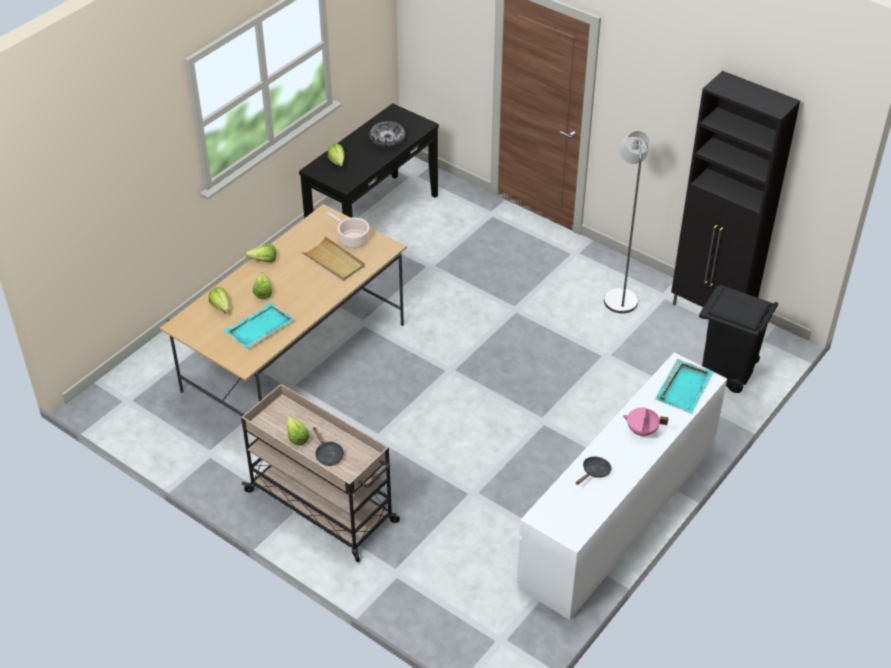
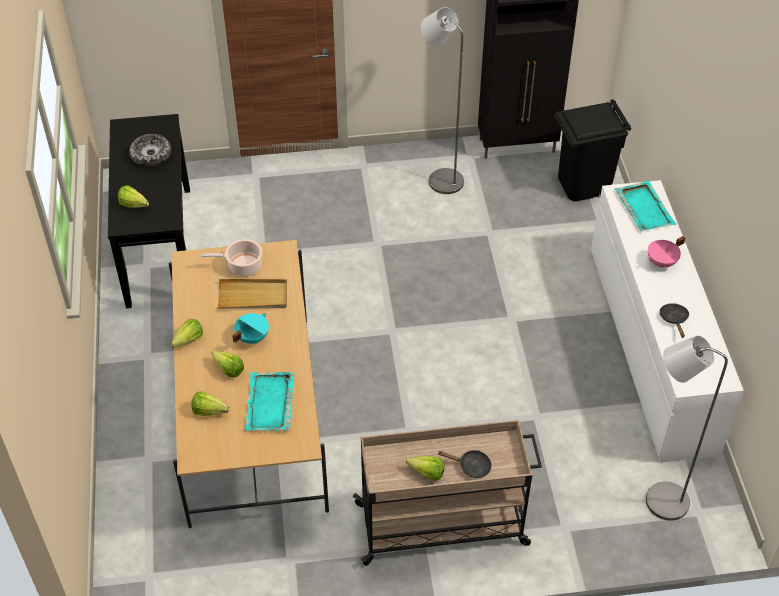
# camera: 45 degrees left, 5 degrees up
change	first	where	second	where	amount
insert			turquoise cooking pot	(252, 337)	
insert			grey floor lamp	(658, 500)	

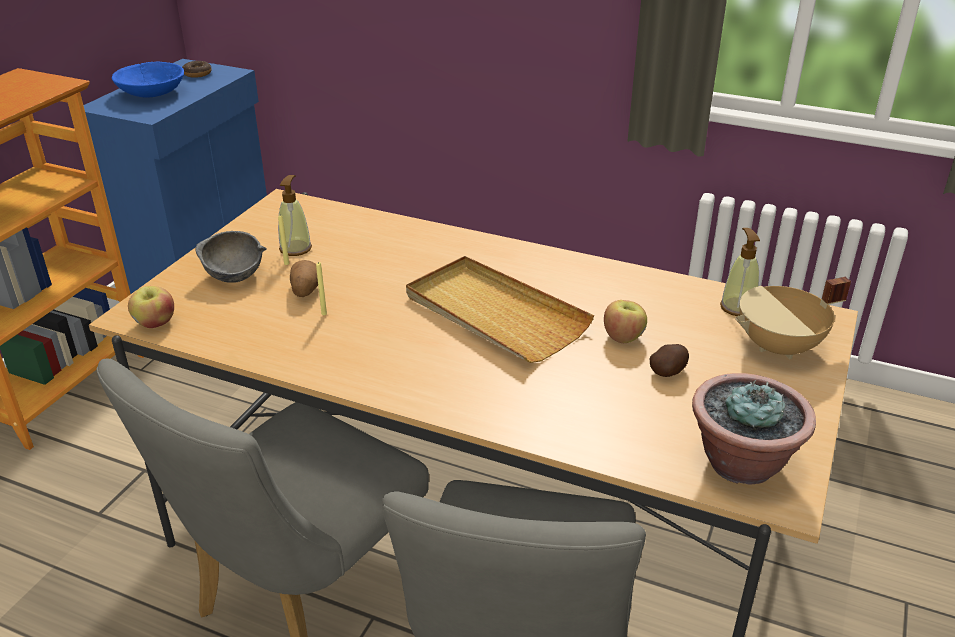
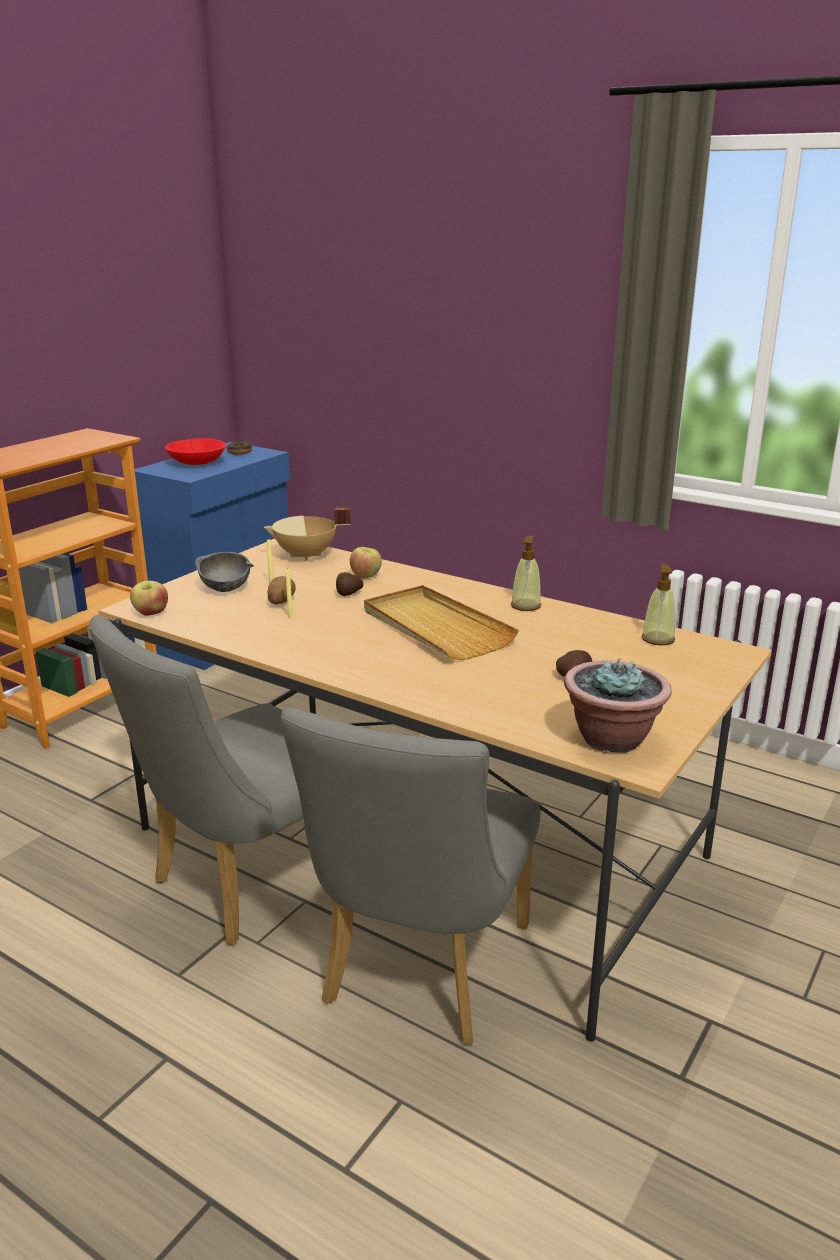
# camera: 10 degrees right, 10 degrees down
change	first	where	second	where	amount
recolor	blue bowl	(152, 93)	red bowl	(197, 463)	
move	soap dispenser	(295, 248)		(526, 605)	
move	apple	(623, 337)		(366, 576)	
move	beige cooking pot	(780, 348)		(306, 556)	
insert			potato	(348, 594)	

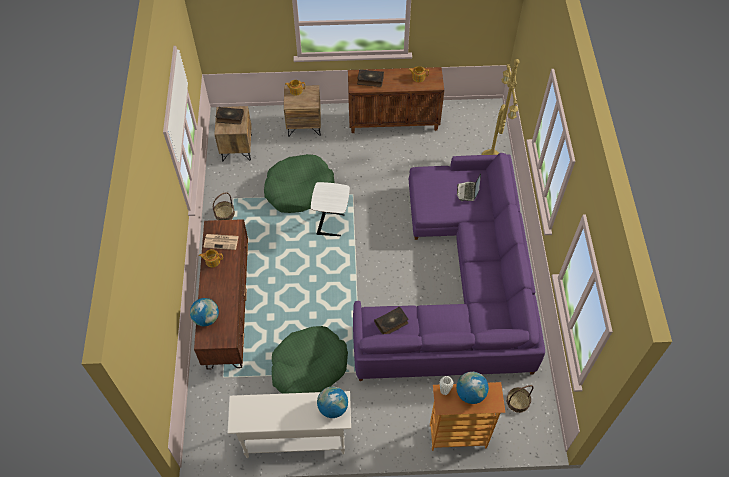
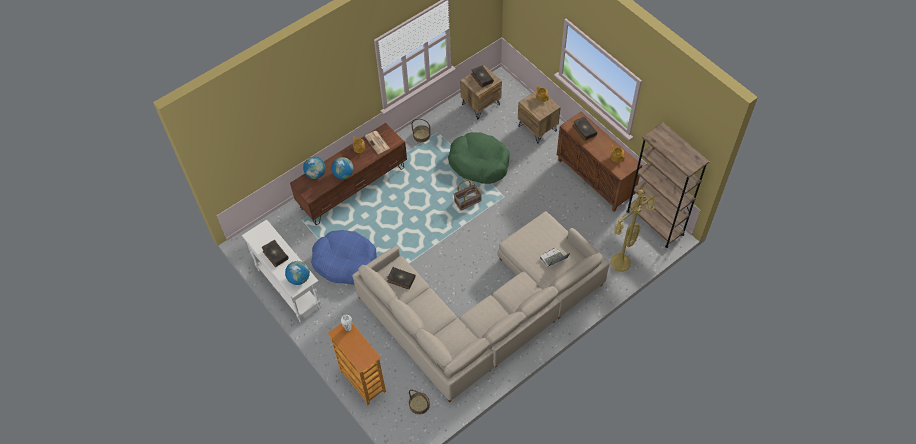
# camera: 55 degrees right, 0 degrees up
change	first	where	second	where	amount
recolor	green dog bed	(309, 367)	blue dog bed	(345, 262)	
replace	white side table	(331, 224)	basket	(467, 201)	
recolor	purple sofa	(459, 285)	beige sofa	(485, 311)	
move	globe	(470, 393)		(343, 174)	
insert			book	(275, 255)	
insert			brown bookcase	(655, 222)	

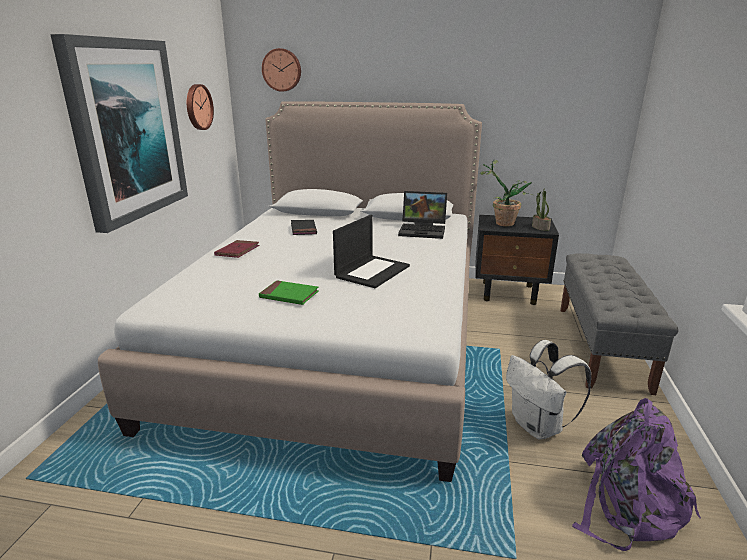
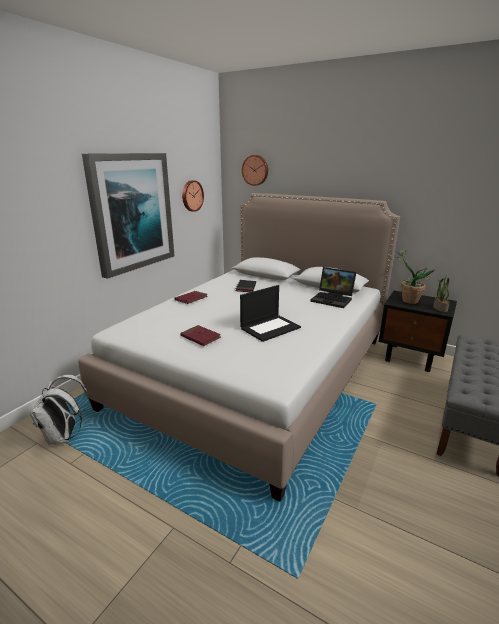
# camera: 20 degrees right, 0 degrees up
change	first	where	second	where	amount
recolor	green book	(289, 295)	red book	(200, 337)	
move	white backpack	(538, 427)		(64, 436)	
delete	purple backpack	(627, 505)			

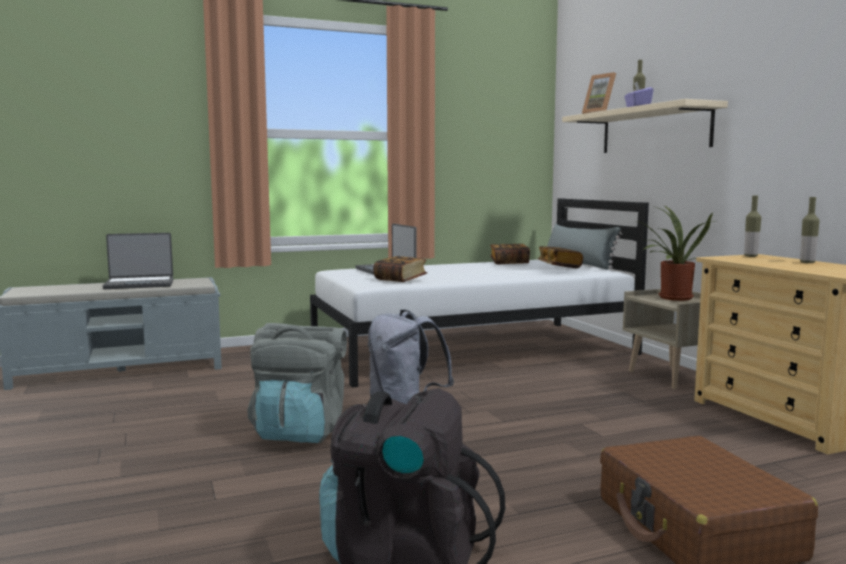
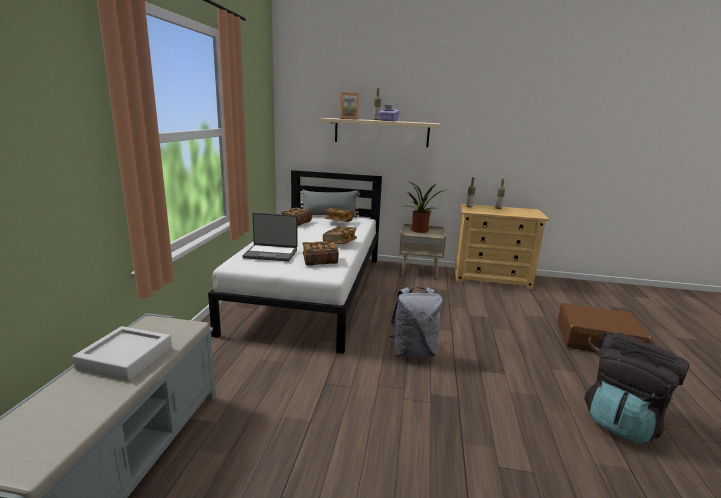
# camera: 60 degrees left, 10 degrees up
change	first	where	second	where	amount
replace	laptop	(140, 284)	grey tray	(126, 358)	
delete	grey backpack	(300, 432)			
insert			book	(339, 243)	

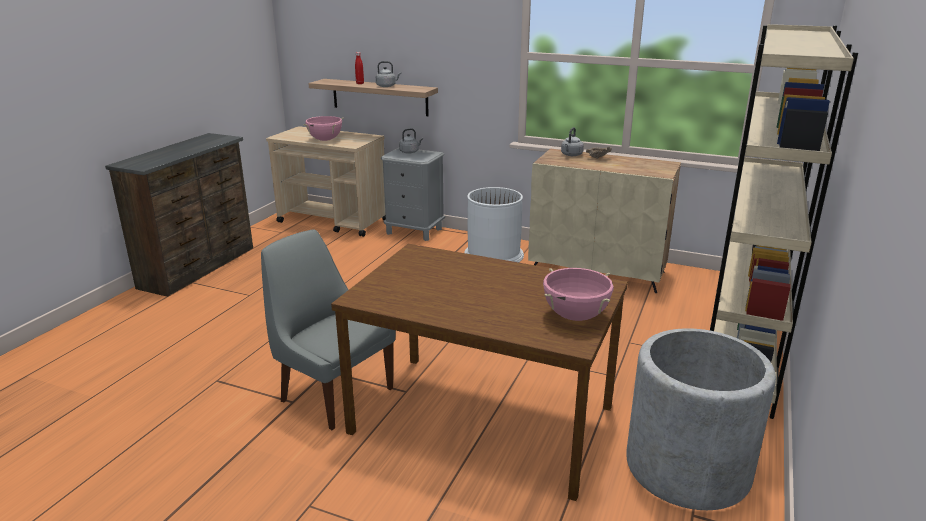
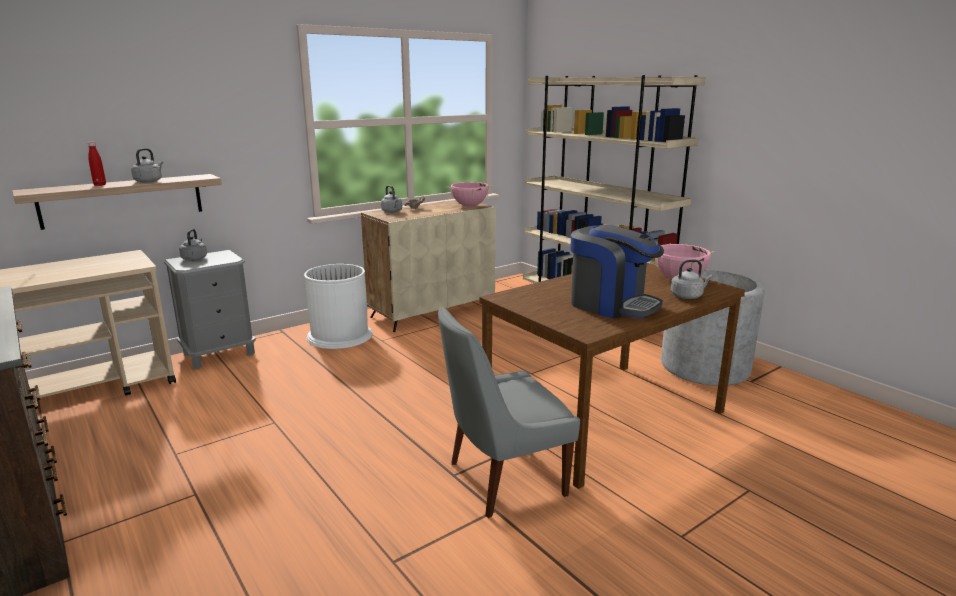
# camera: 60 degrees left, 5 degrees down
change	first	where	second	where	amount
move	pink cooking pot	(325, 140)		(469, 206)	
insert			coffee machine	(611, 304)	
insert			grey kettle	(688, 296)	

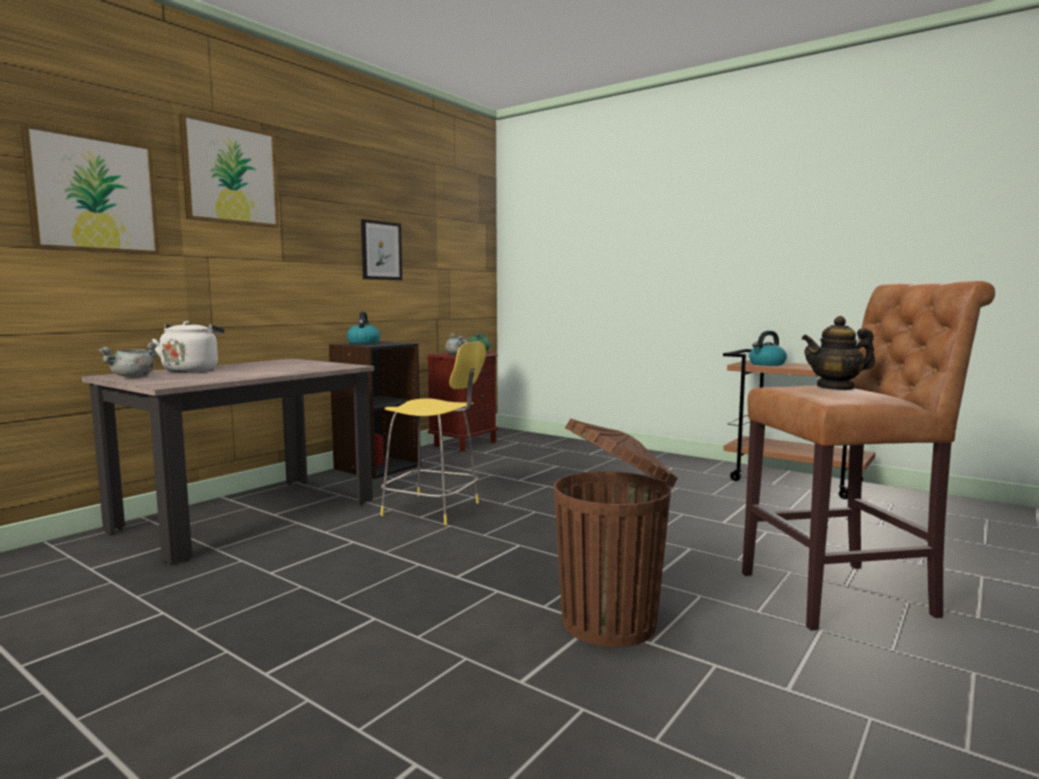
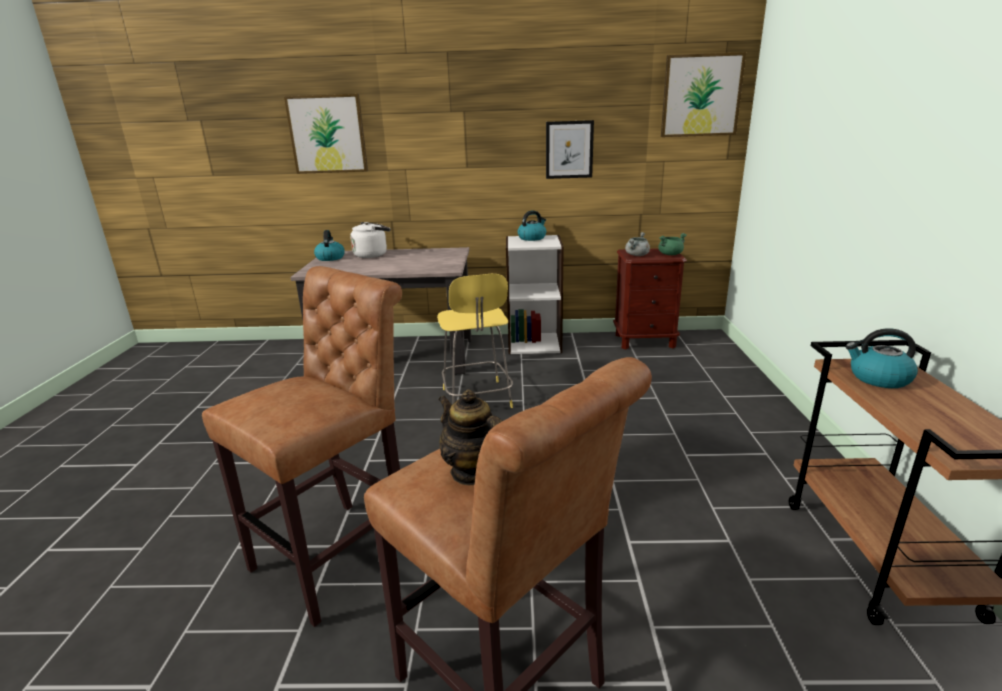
# camera: 55 degrees right, 15 degrees up
change	first	where	second	where	amount
replace	grey cooking pot	(133, 377)	kettle	(330, 258)	
move	picture	(230, 174)		(701, 96)	
recolor	black bookcase	(377, 467)	white bookcase	(534, 343)	
replace	brown trash can	(612, 622)	brown stool	(341, 553)	

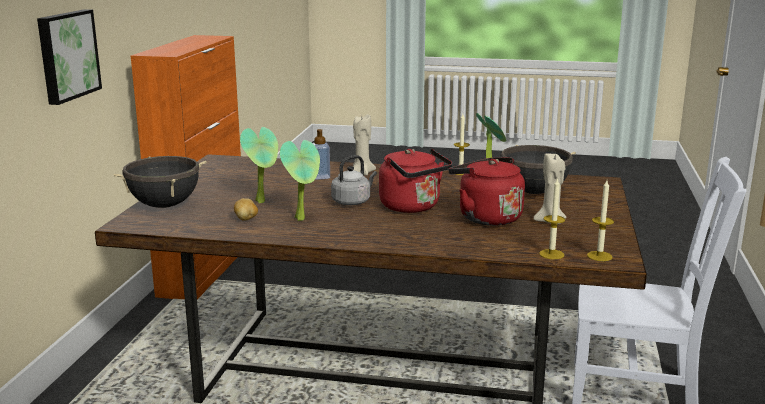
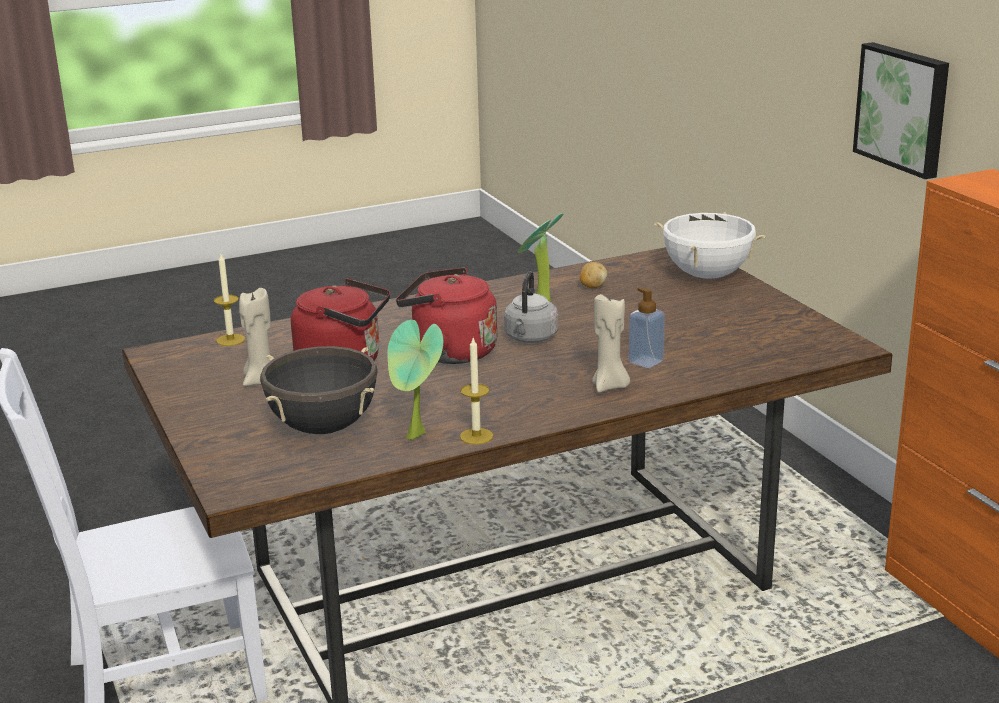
# camera: 145 degrees right, 5 degrees up
change	first	where	second	where	amount
recolor	black cooking pot	(164, 205)	white cooking pot	(707, 275)	
delete	potted plant	(263, 201)			
delete	candle	(599, 256)			

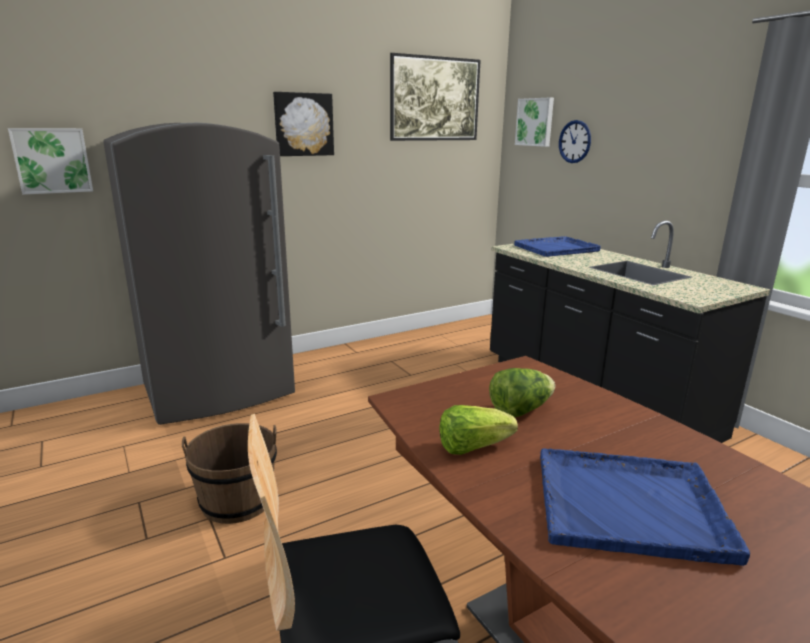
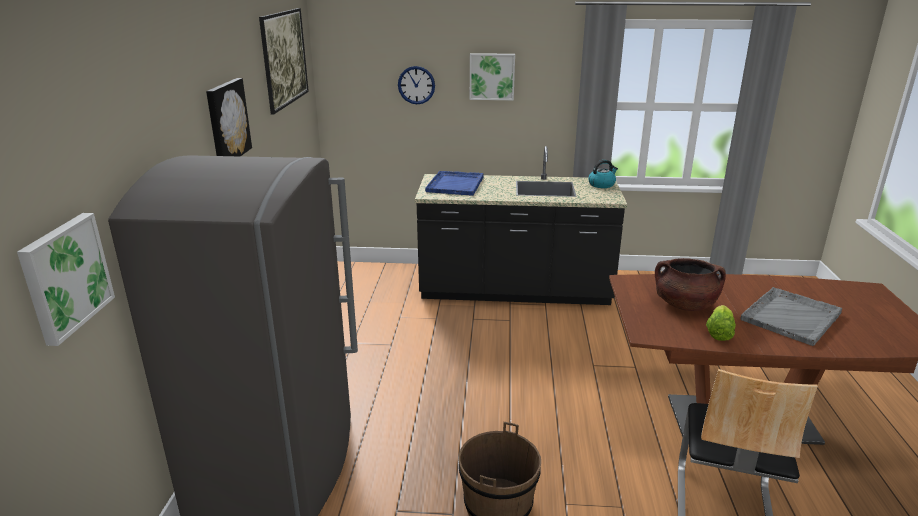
# camera: 55 degrees left, 5 degrees up
change	first	where	second	where	amount
replace	lettuce	(520, 410)	brown cooking pot	(684, 305)	
move	picture	(535, 122)		(492, 76)	
recolor	blue tray	(631, 505)	grey tray	(791, 316)	
insert			kettle	(602, 184)	

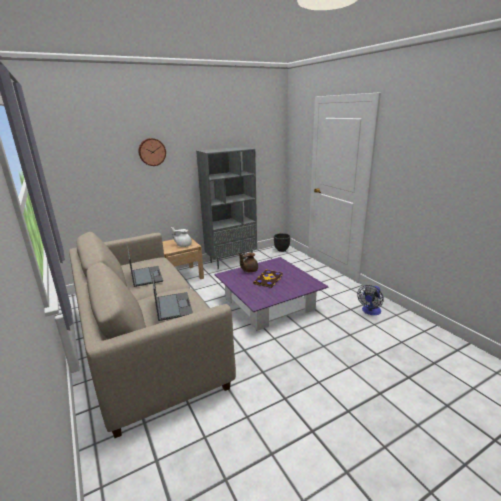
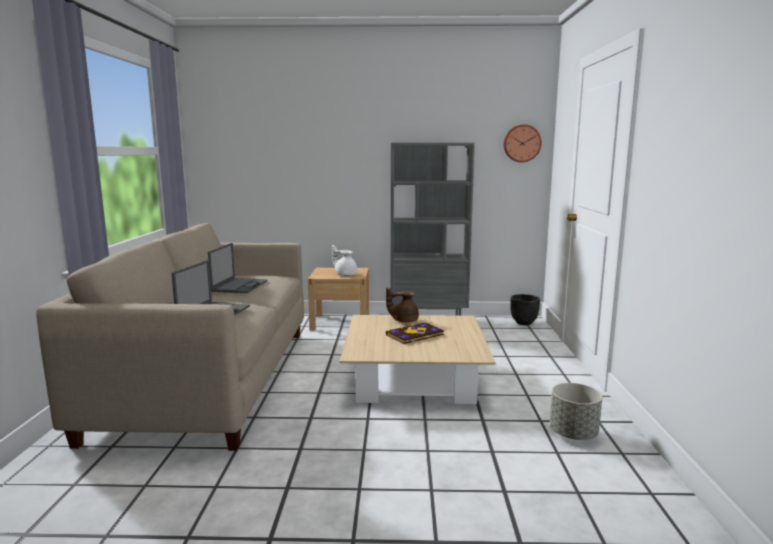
# camera: 30 degrees right, 10 degrees down
change	first	where	second	where	amount
move	wall clock	(152, 152)		(522, 143)	
recolor	purple coffee table	(268, 304)	beige coffee table	(413, 378)	
replace	fan	(370, 311)	grey planter	(573, 434)	

